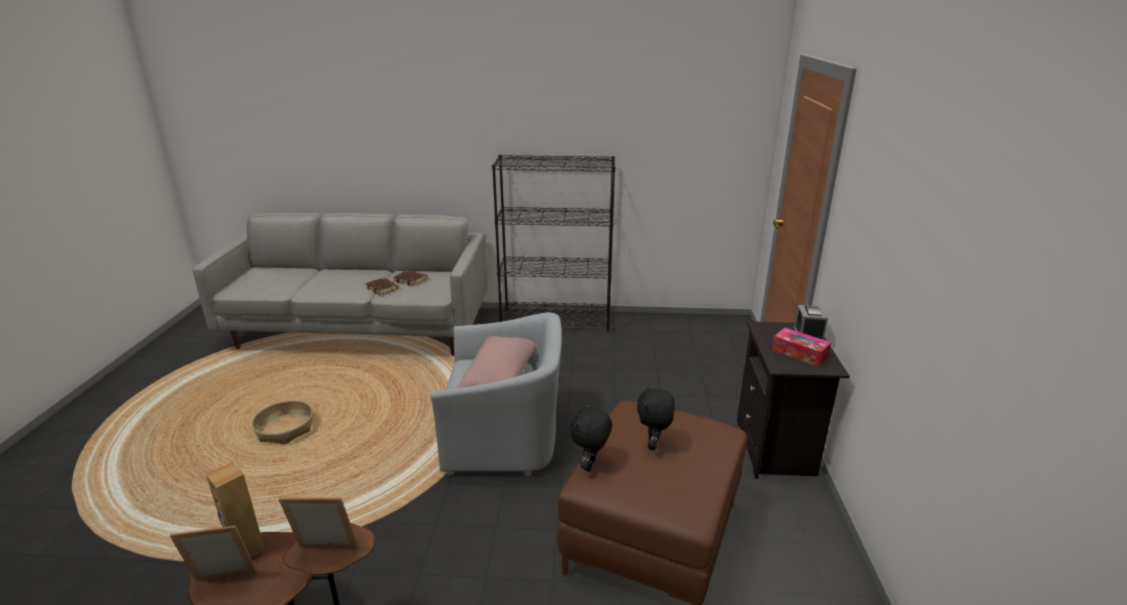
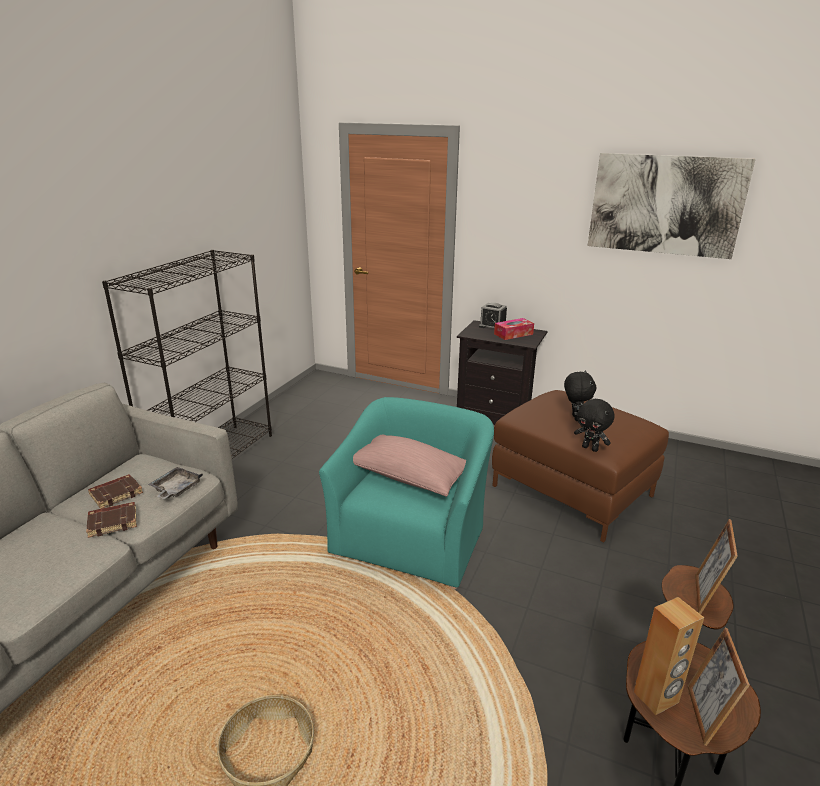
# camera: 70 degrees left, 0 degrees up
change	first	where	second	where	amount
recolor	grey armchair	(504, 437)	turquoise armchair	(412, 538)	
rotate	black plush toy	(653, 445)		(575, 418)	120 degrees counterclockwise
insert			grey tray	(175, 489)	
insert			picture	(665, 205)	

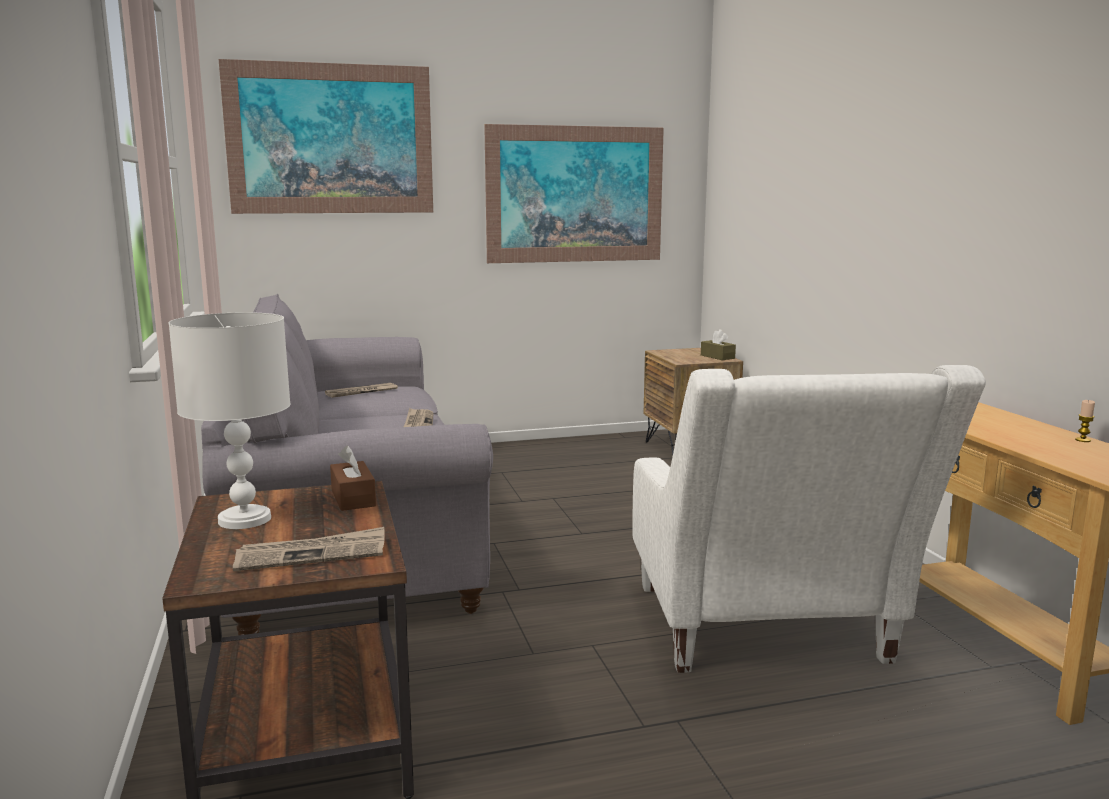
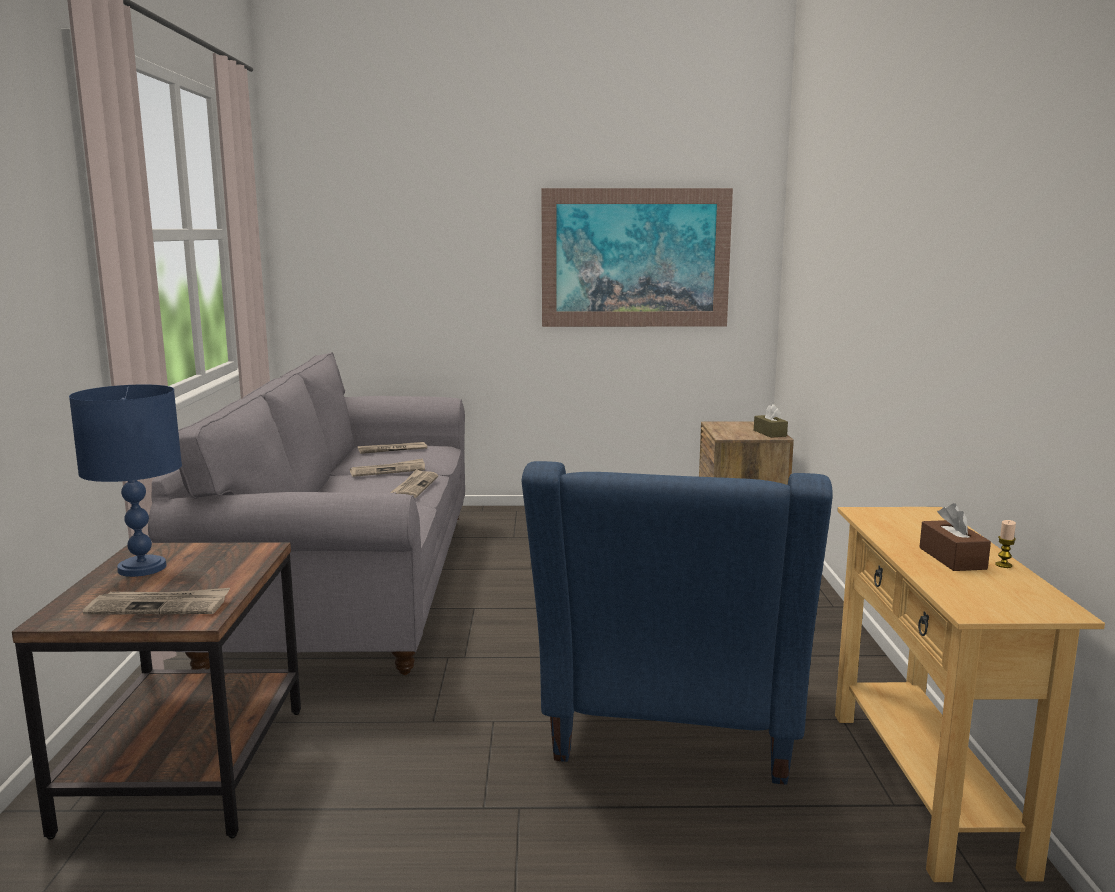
# camera: 15 degrees right, 0 degrees up
change	first	where	second	where	amount
recolor	white table lamp	(243, 519)	blue table lamp	(141, 568)	
delete	picture	(331, 139)			
move	brown tissue box	(353, 498)		(952, 558)	
recolor	white armchair	(766, 637)	blue armchair	(670, 737)	
insert			newspaper	(388, 470)	

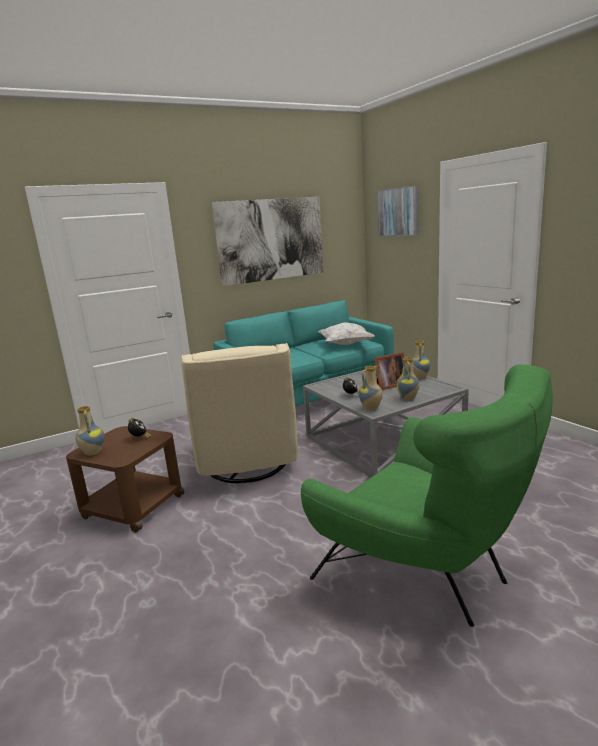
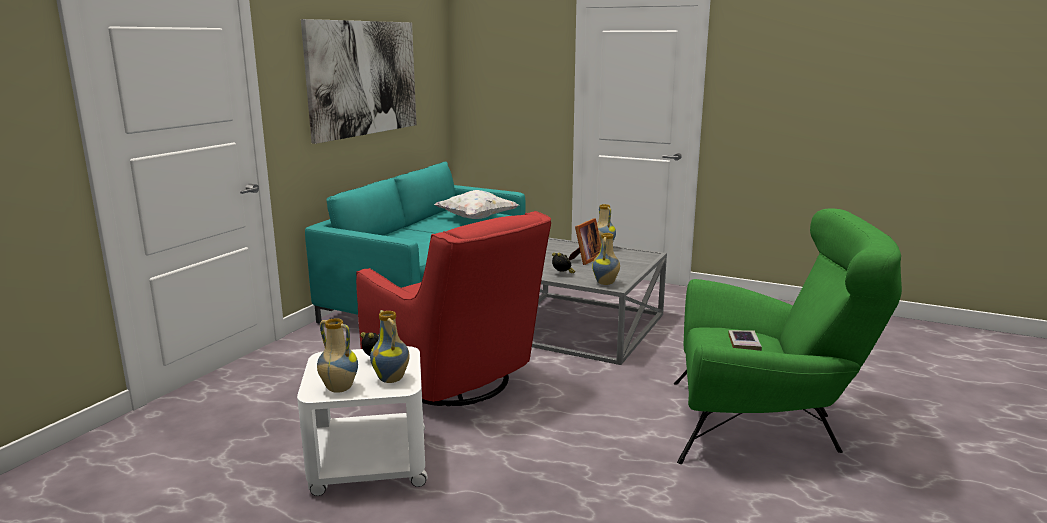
# camera: 35 degrees left, 0 degrees up
change	first	where	second	where	amount
recolor	brown side table	(133, 506)	white side table	(368, 462)	
recolor	beige armchair	(247, 465)	red armchair	(457, 382)	
delete	picture	(398, 212)			
move	vase	(408, 398)		(392, 379)	
insert			book	(744, 344)	

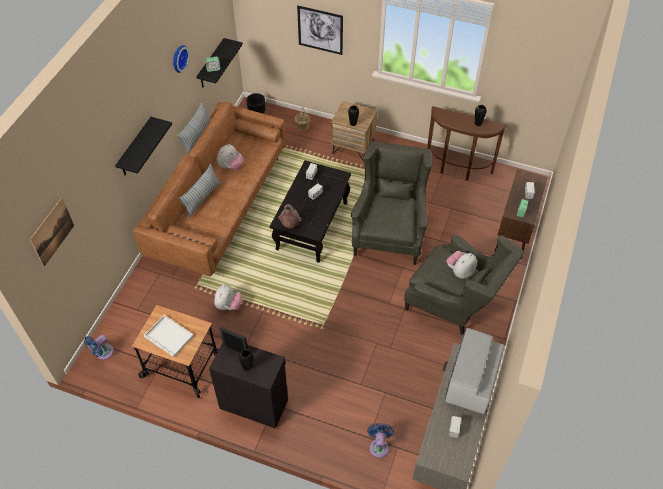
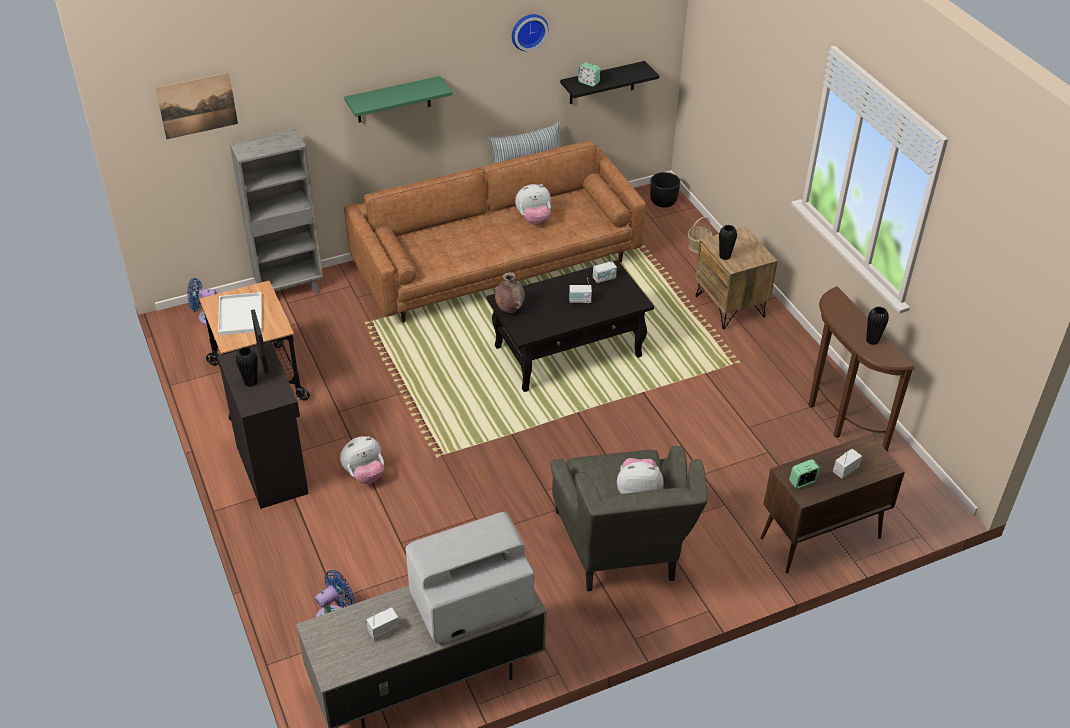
# camera: 45 degrees right, 10 degrees down
change	first	where	second	where	amount
recolor	black shelf	(135, 148)	green shelf	(393, 100)	
delete	pillow	(202, 198)			
move	plush toy	(229, 305)		(365, 474)	
delete	picture	(320, 30)			
delete	grey armchair	(389, 231)			
insert			grey bookcase	(290, 290)	

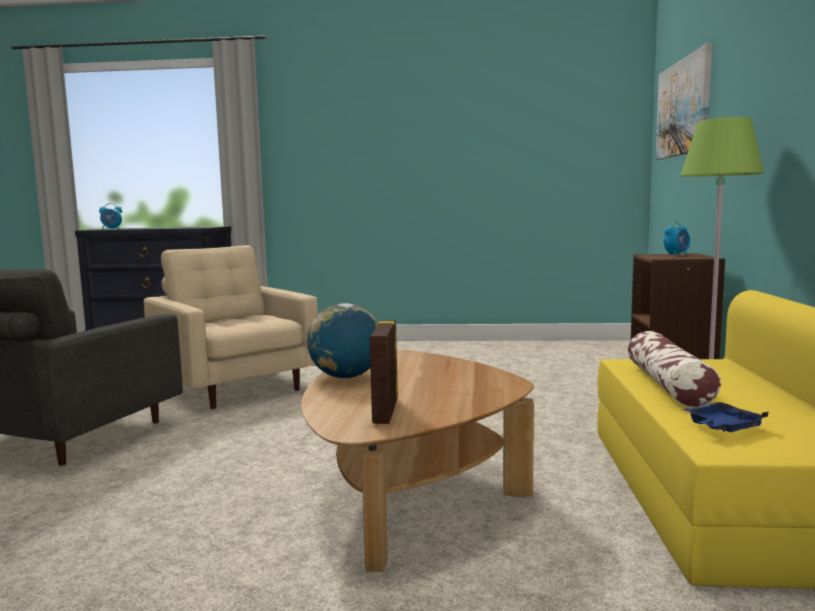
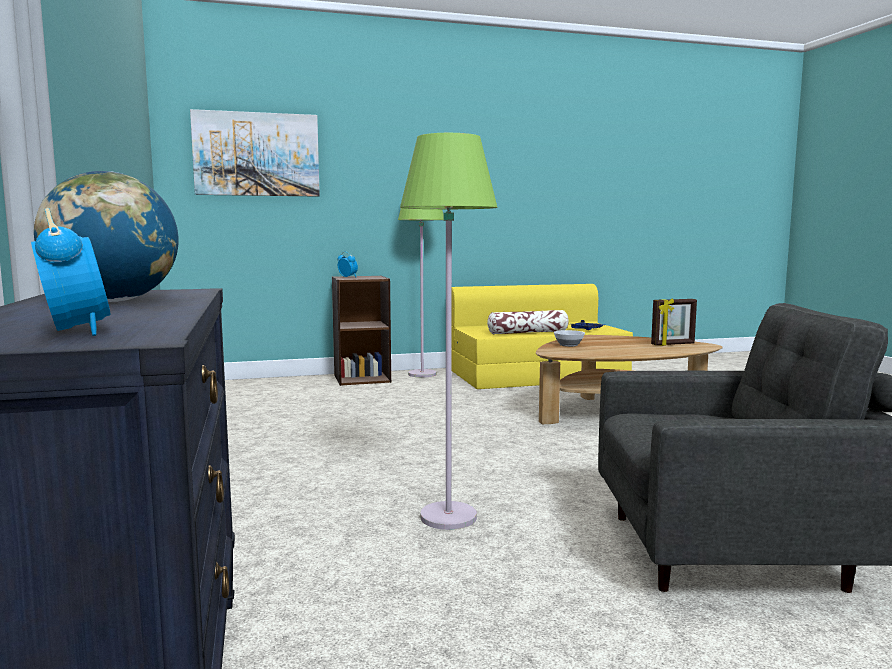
# camera: 110 degrees left, 0 degrees up
change	first	where	second	where	amount
replace	beige armchair	(235, 387)	green floor lamp	(448, 517)	
move	globe	(346, 377)		(114, 301)	
insert			bowl	(569, 345)	

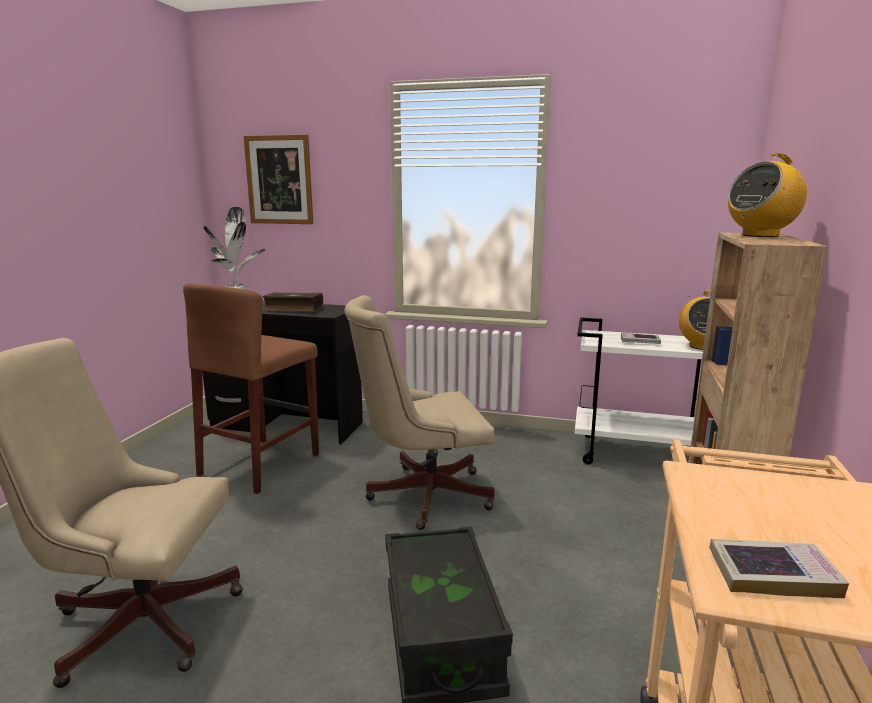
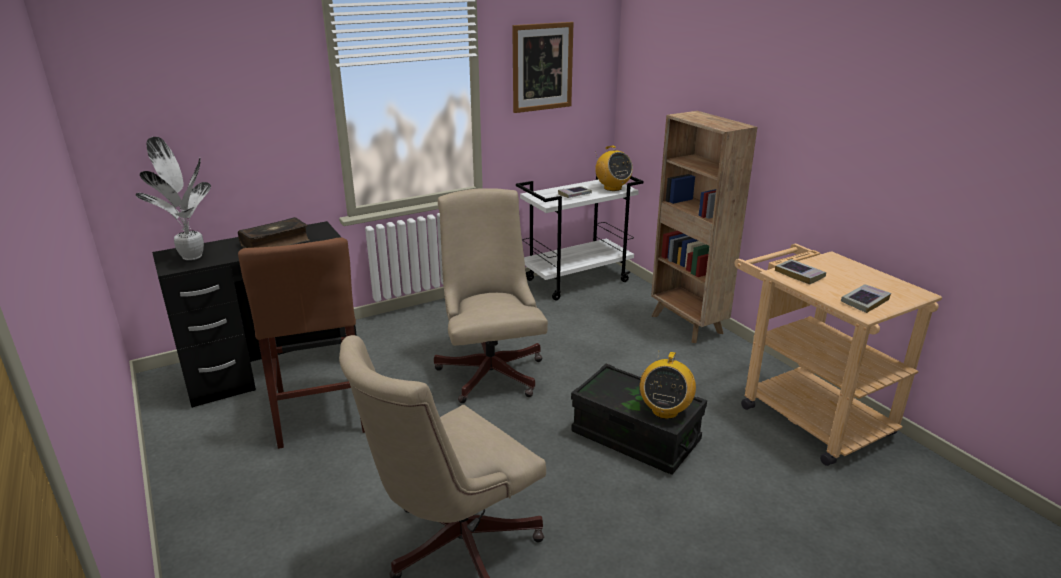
# camera: 45 degrees left, 10 degrees up
change	first	where	second	where	amount
move	picture	(279, 180)		(542, 67)	
rotate	beige office chair	(421, 495)		(491, 369)	135 degrees clockwise
move	radio	(760, 235)		(664, 411)	
insert			book	(799, 274)	

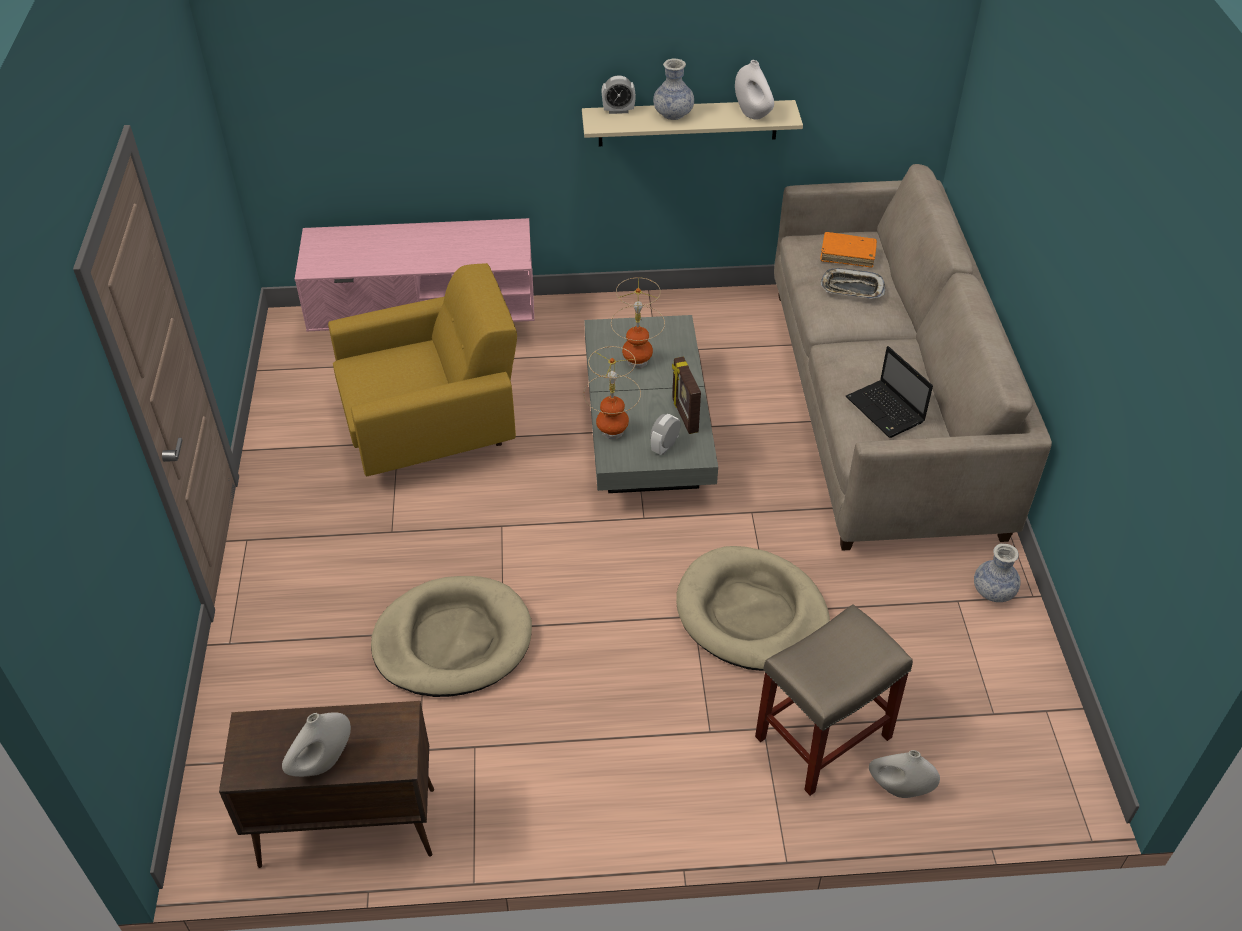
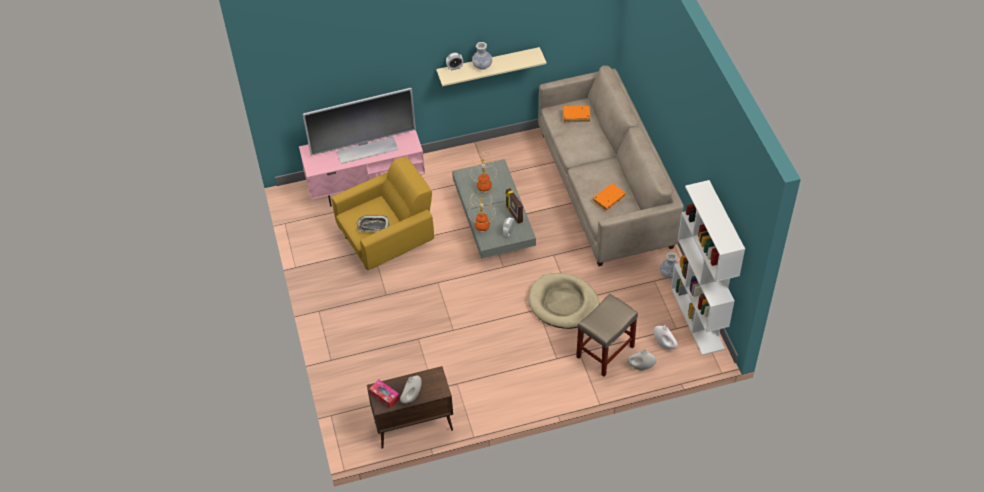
# camera: 10 degrees left, 5 degrees up
change	first	where	second	where	amount
delete	beige dog bed	(452, 640)			
move	white vase	(752, 113)		(664, 344)	
move	tray	(852, 288)		(373, 226)	
replace	laptop	(886, 411)	orange book	(608, 199)	
insert			television	(366, 149)	
insert			tissue box	(384, 396)	
insert			white bookcase	(698, 318)	

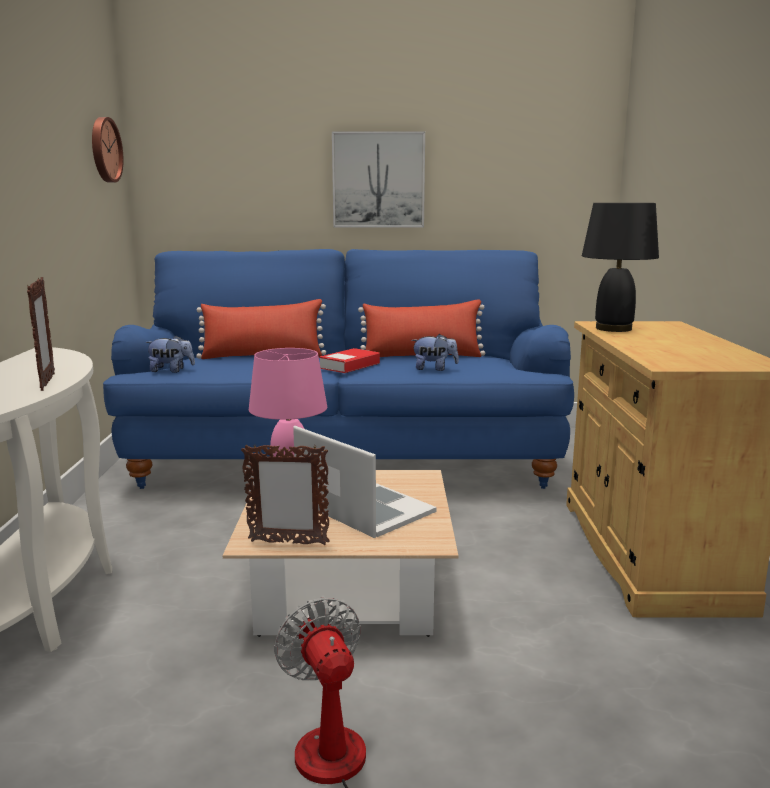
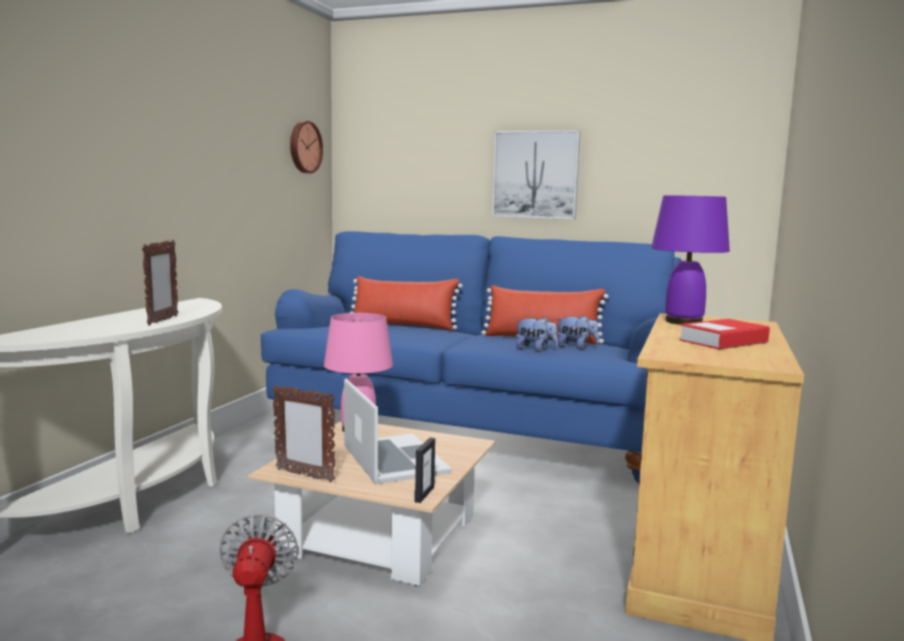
# camera: 20 degrees right, 5 degrees down
change	first	where	second	where	amount
move	plush toy	(171, 371)		(576, 347)	
move	book	(349, 366)		(723, 341)	
recolor	black table lamp	(612, 328)	purple table lamp	(682, 322)	
insert			picture frame	(424, 494)	

